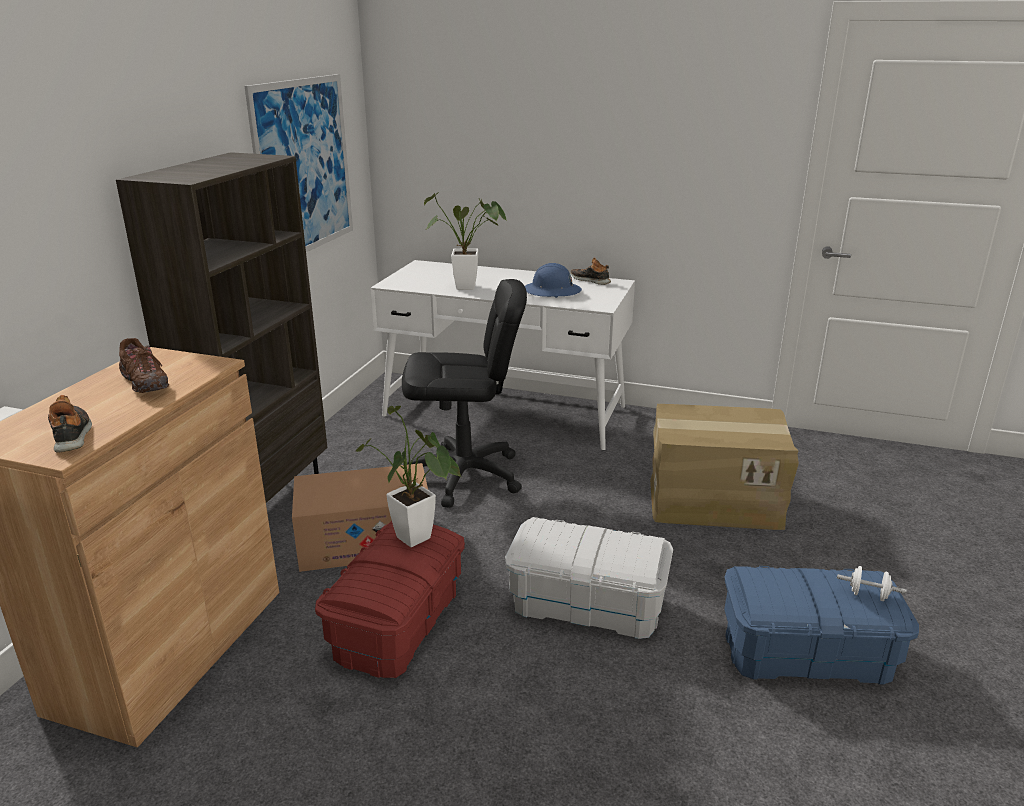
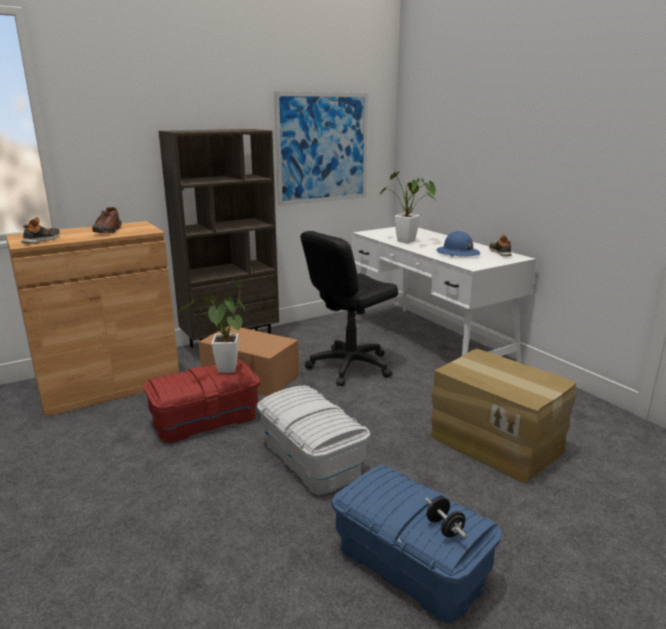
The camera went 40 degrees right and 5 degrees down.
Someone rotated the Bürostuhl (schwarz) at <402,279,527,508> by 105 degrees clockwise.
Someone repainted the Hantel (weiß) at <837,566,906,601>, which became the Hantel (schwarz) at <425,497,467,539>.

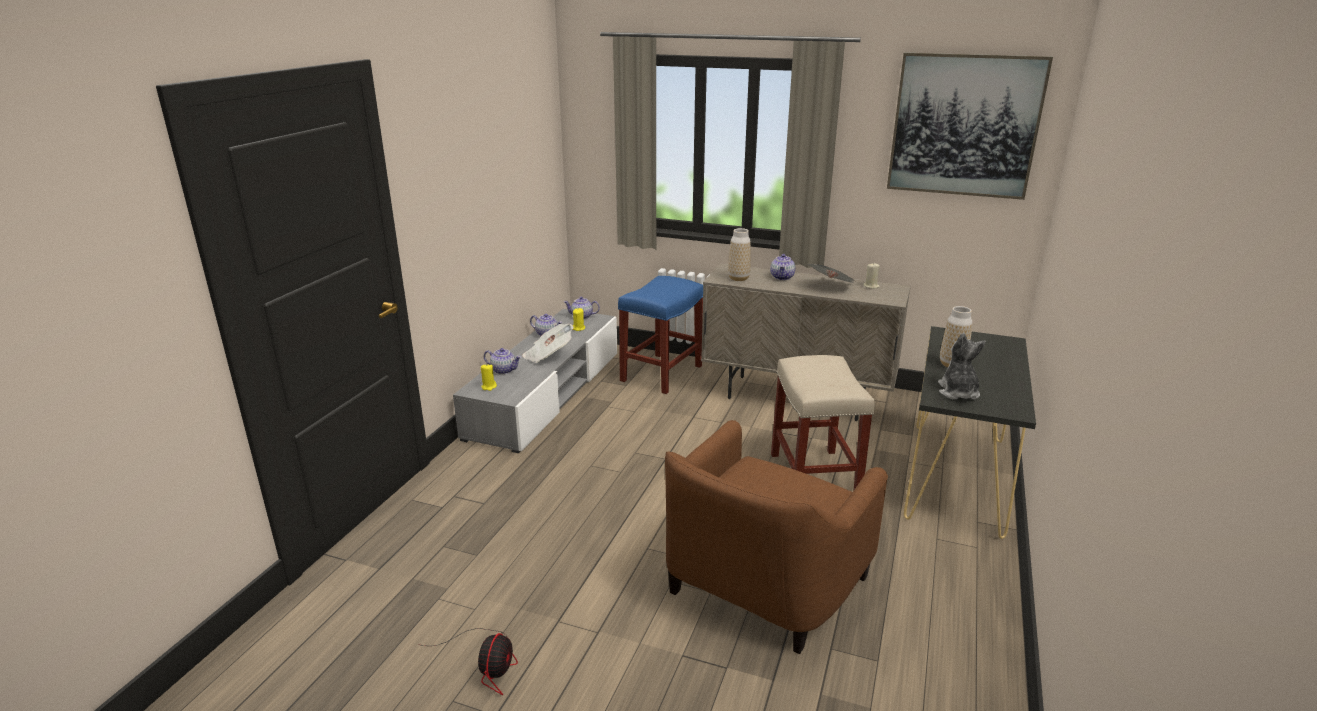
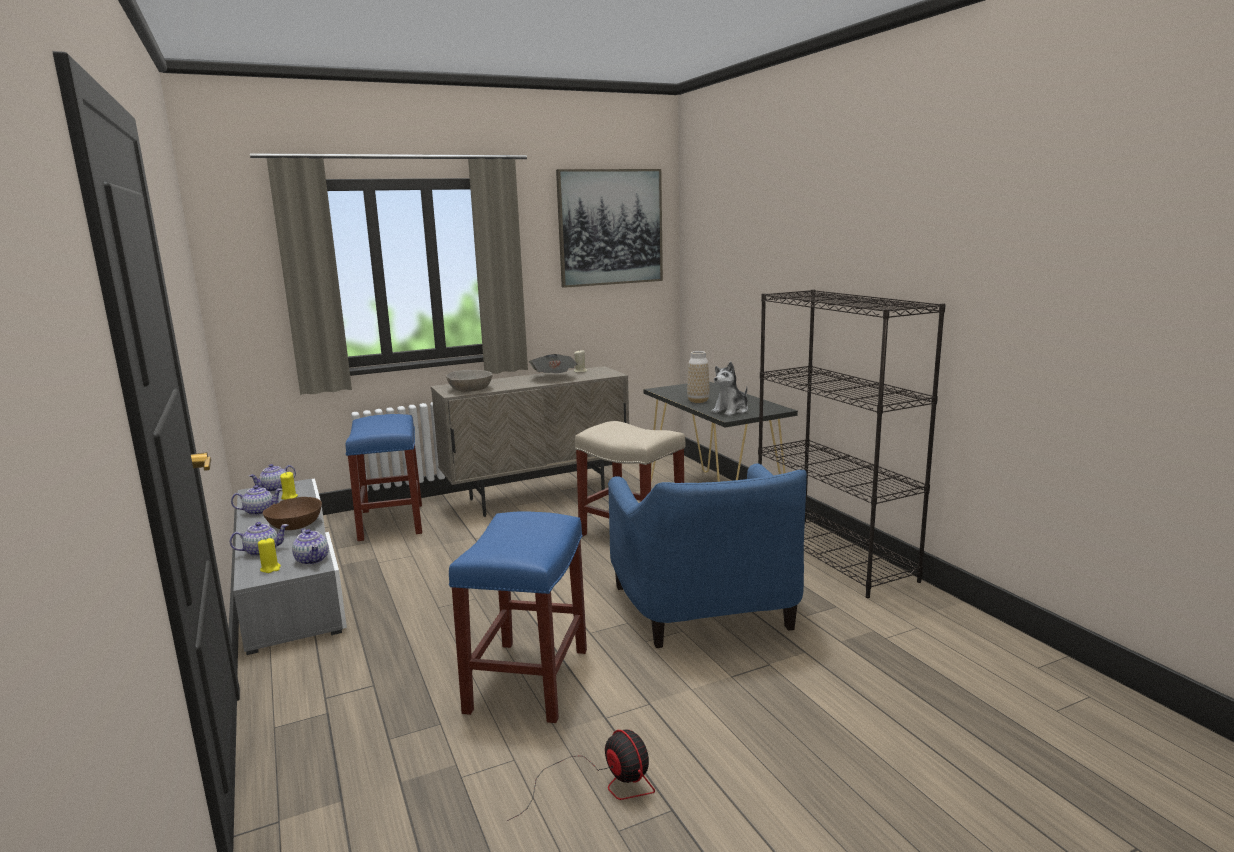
The camera went 45 degrees left and 10 degrees down.
Someone swapped the Zeitung at <522,324,574,363> for the Schüssel (braun) at <263,497,322,530>.
Someone repainted the Sessel (braun) at <665,420,888,654>, which became the Sessel (blau) at <608,463,807,648>.
Someone swapped the Vase at <728,228,751,281> for the Schüssel (grau) at <446,370,493,392>.
Someone carried the Teekanne from <770,254,795,280> to <292,529,329,565>.
Someone rotated the Plüschtier at <938,333,986,399> by 90 degrees counterclockwise.
Someone put down the Hocker (blau) at <449,511,587,723>.
Someone put down the Bücherregal (schwarz) at <758,289,946,598>.

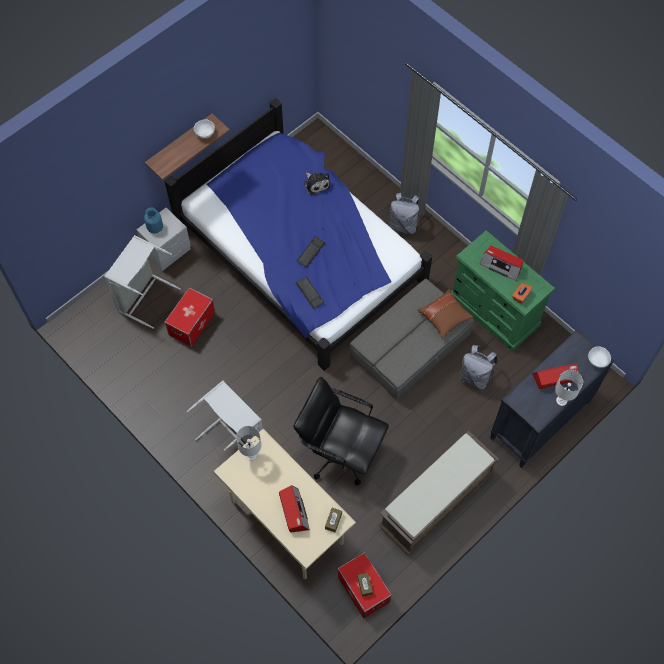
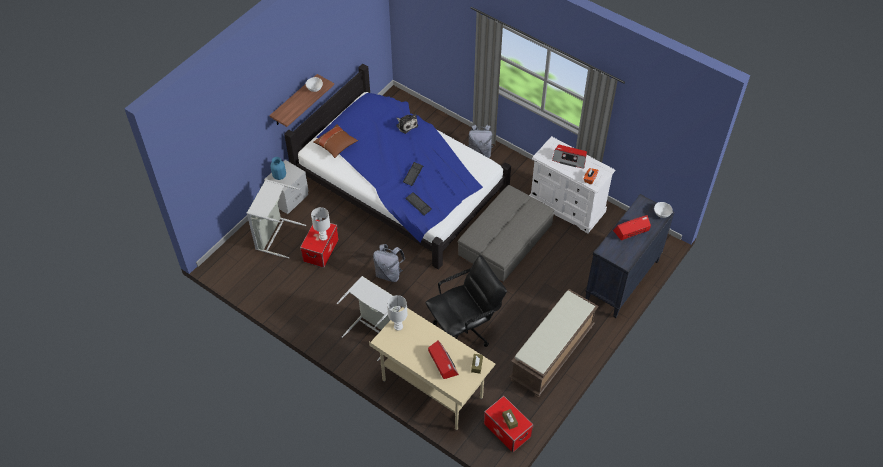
The camera went 10 degrees left and 10 degrees down.
Someone rotated the Bürostuhl (schwarz) at <293,377,389,486> by 135 degrees clockwise.
Someone carried the Kissen (braun) from <417,289,473,338> to <313,124,358,158>.
Someone repainted the Kommode (grün) at <451,230,555,352>, which became the Kommode (weiß) at <529,136,615,233>.
Someone carried the Rucksack (grau) from <460,345,498,389> to <373,244,405,282>.
Someone carried the Tischlampe (weiß) from <555,370,583,406> to <311,207,330,241>.

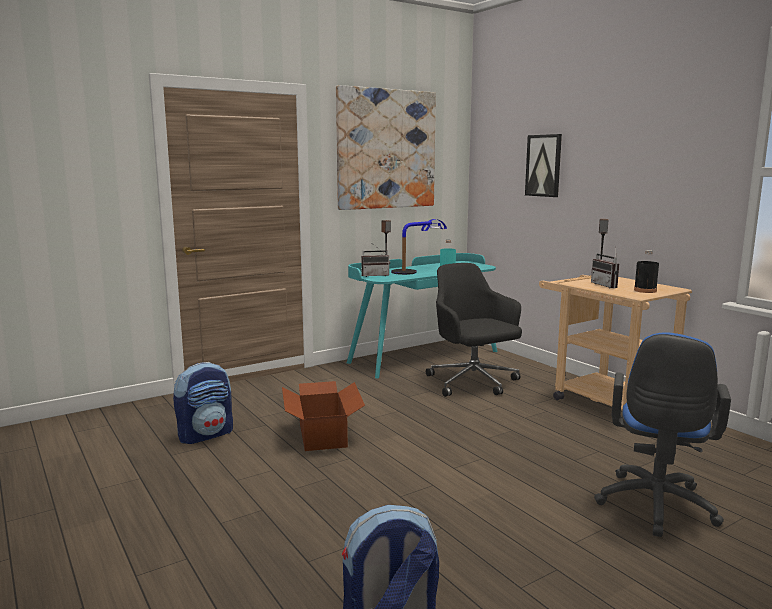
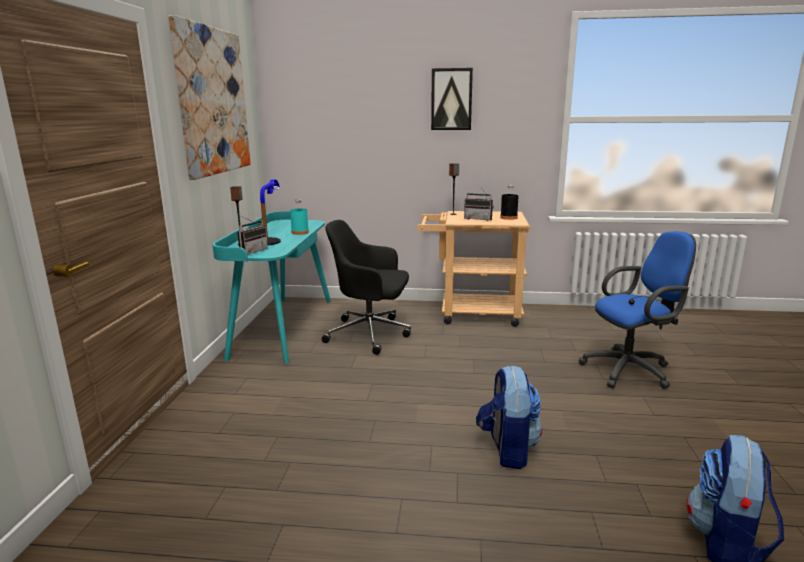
The camera went 50 degrees left and 5 degrees up.
Someone carried the Rucksack from <173,362,233,444> to <476,365,542,469>.
Someone took away the Karton at <282,381,365,451>.
Someone carried the Bild from <525,134,562,197> to <431,68,473,130>.
Someone rotated the Bürostuhl (blau) at <594,332,731,537> by 75 degrees counterclockwise.

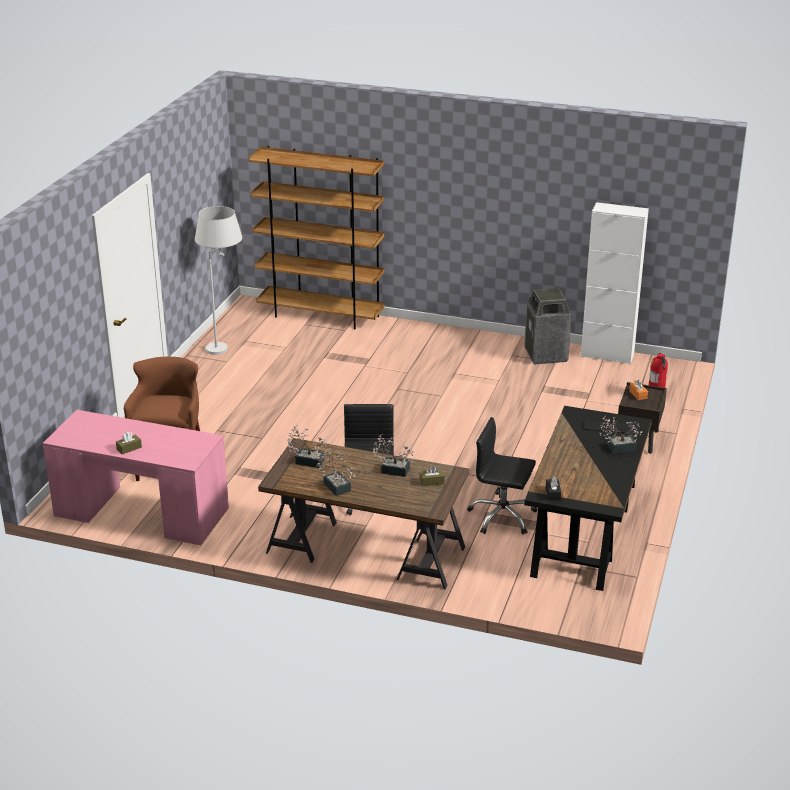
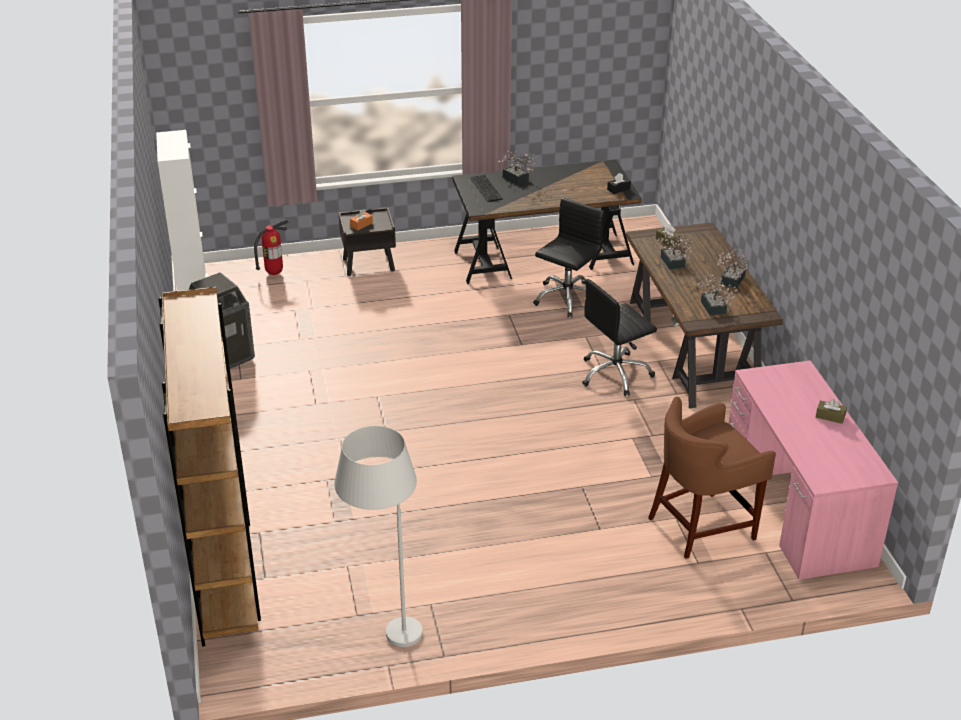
The camera went 120 degrees left and 5 degrees up.
Someone rotated the Bürostuhl (schwarz) at <467,417,537,535> by 135 degrees counterclockwise.

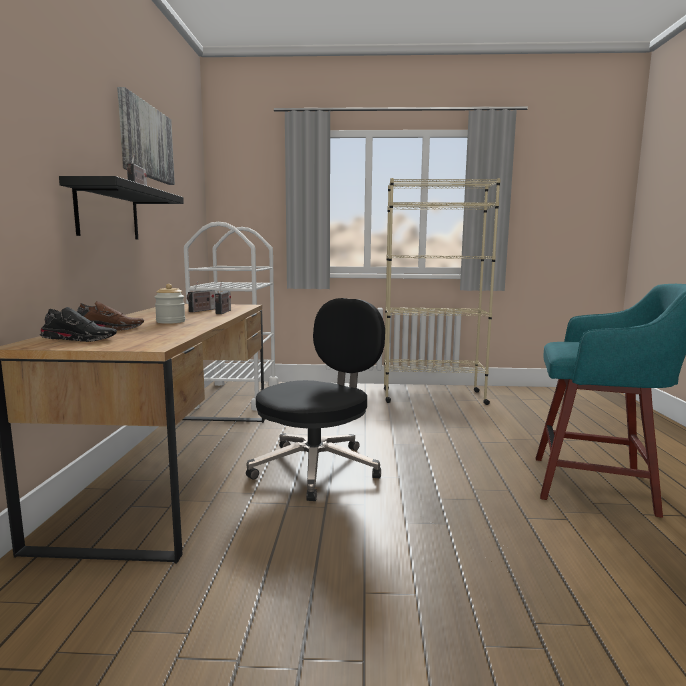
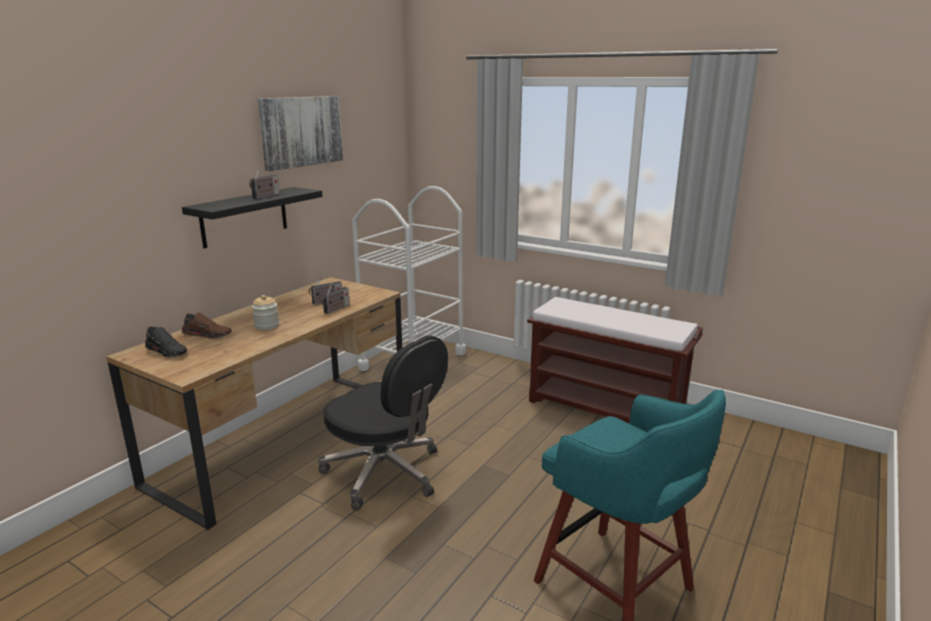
The camera went 30 degrees right and 10 degrees up.
Someone rotated the Bürostuhl (schwarz) at <246,298,385,501> by 60 degrees clockwise.
Someone swapped the Bücherregal (beige) at <384,178,500,405> for the Bank (braun) at <527,297,703,423>.

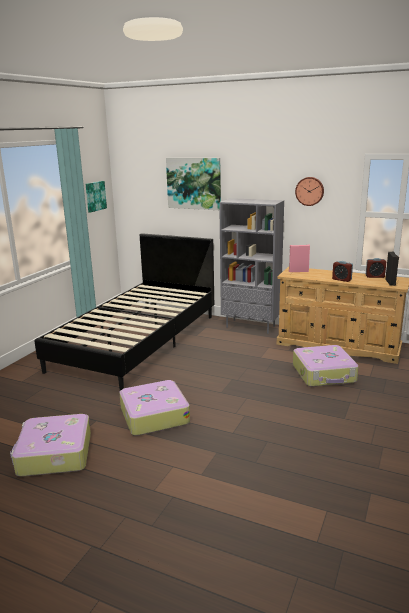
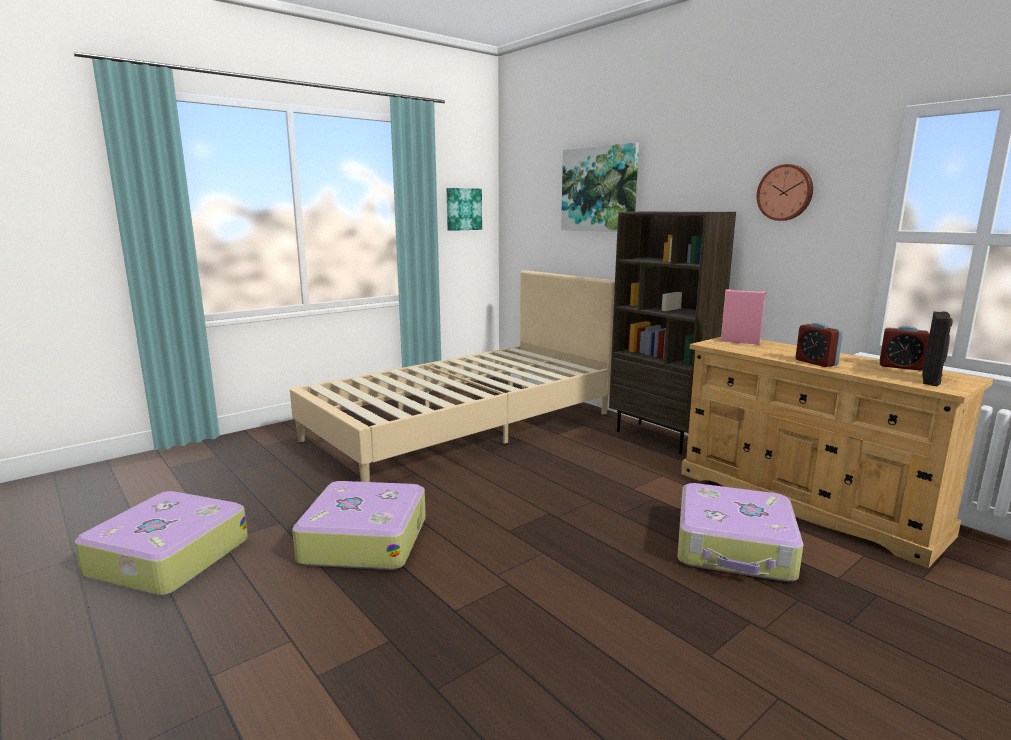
The camera went 25 degrees right and 5 degrees down.
Someone repainted the Bett (schwarz) at <34,233,214,391>, which became the Bett (beige) at <290,270,615,482>.
Someone repainted the Bücherregal (grau) at <219,198,284,334>, which became the Bücherregal (braun) at <609,211,736,454>.

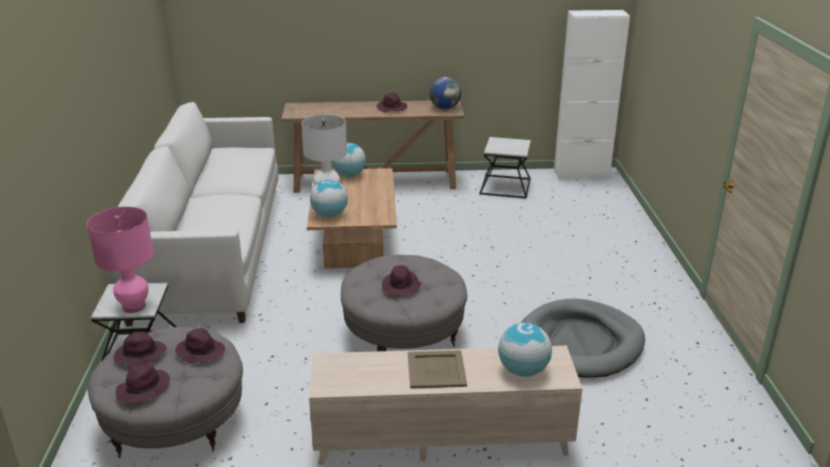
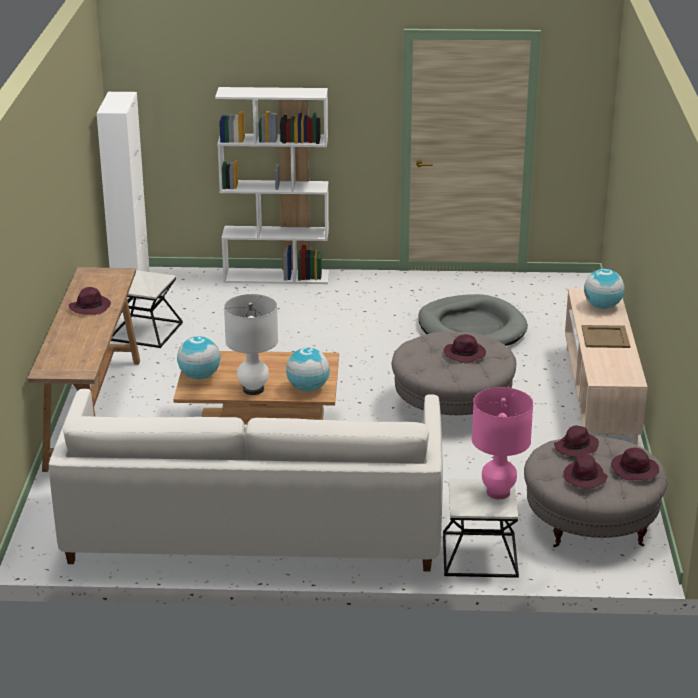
The camera went 85 degrees left and 0 degrees up.
Someone took away the Globus at <429,77,461,109>.
Someone put down the Bücherregal (weiß) at <215,87,329,284>.

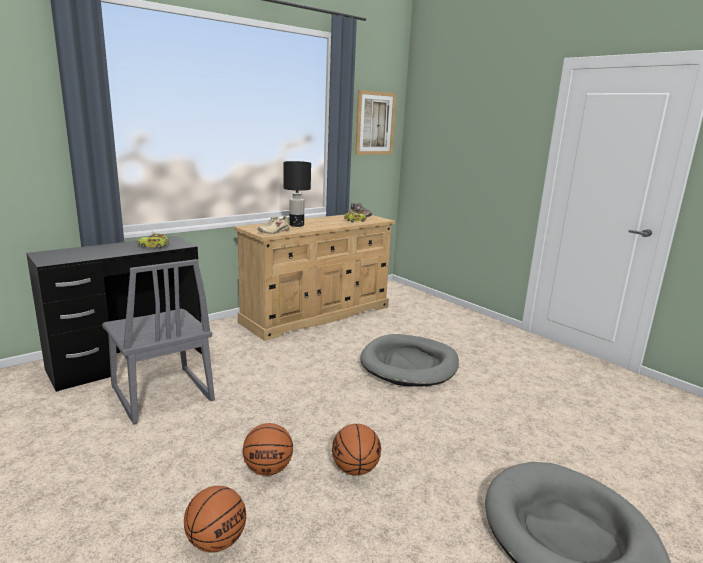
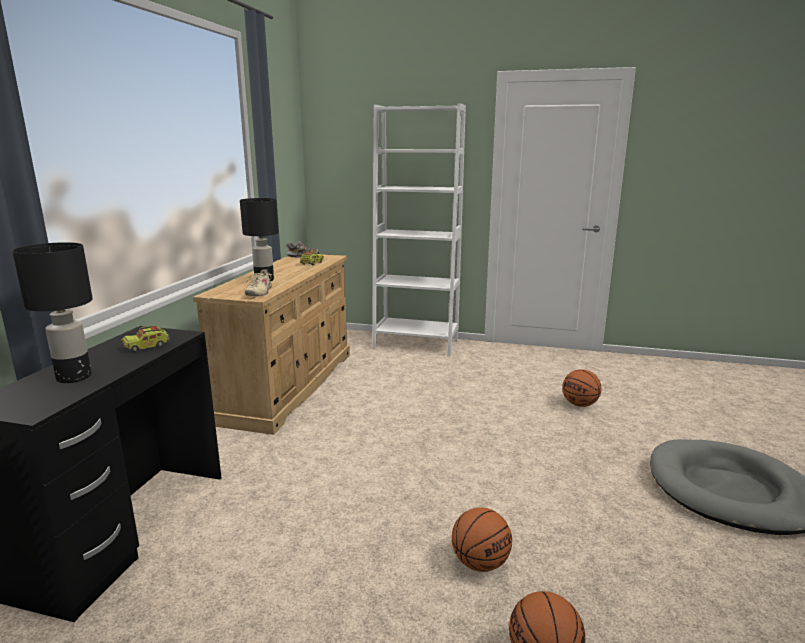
The camera went 35 degrees left and 0 degrees up.
Someone took away the Stuhl (grau) at <102,259,215,424>.
Someone carried the Basketball from <332,424,381,475> to <562,369,602,407>.
Someone took away the Bild at <355,90,396,155>.
Someone took away the Hundebett (grau) at <360,334,459,387>.
Someone put down the Tischlampe (schwarz) at <12,242,93,383>.
Someone put down the Bücherregal (weiß) at <372,103,466,356>.

